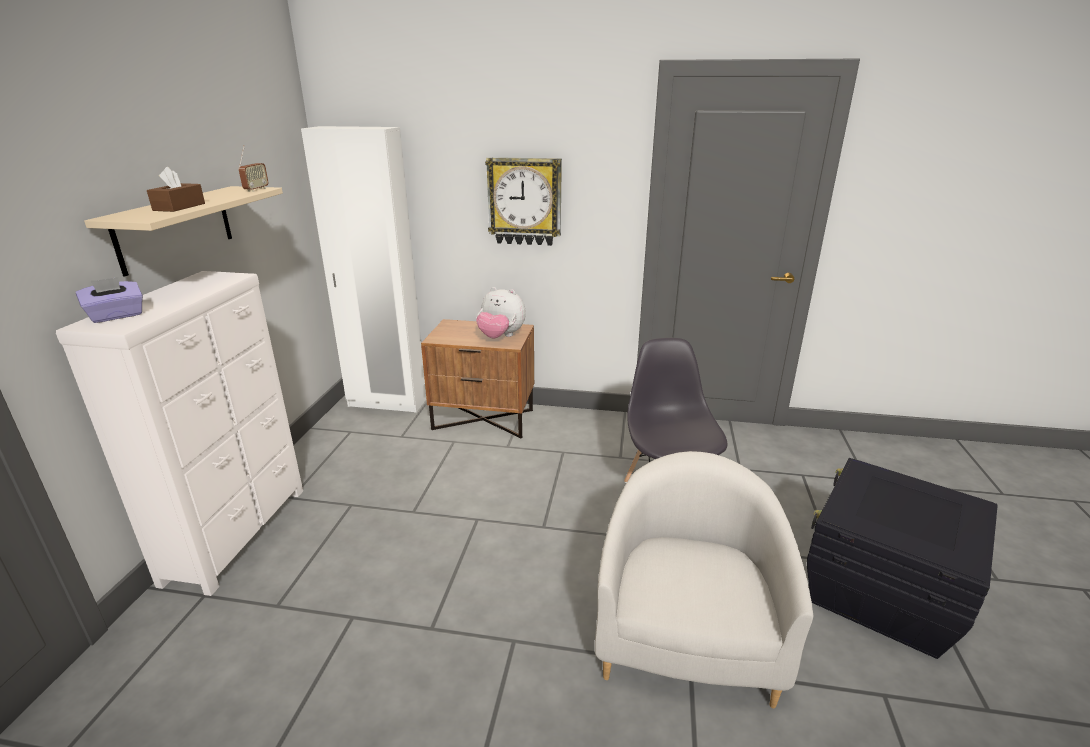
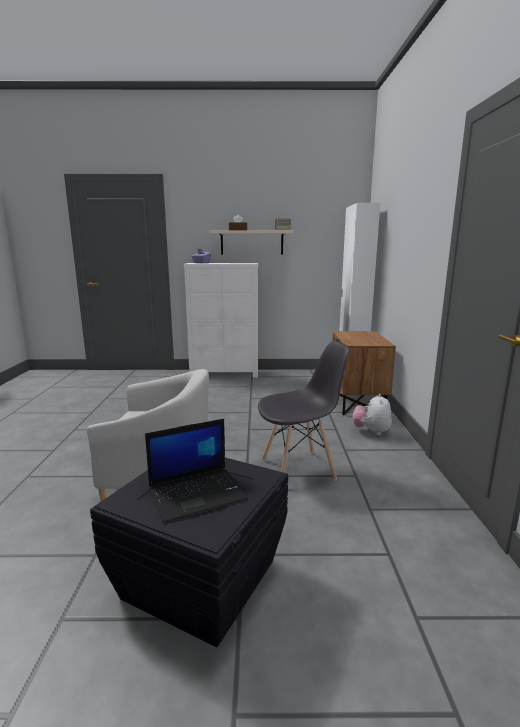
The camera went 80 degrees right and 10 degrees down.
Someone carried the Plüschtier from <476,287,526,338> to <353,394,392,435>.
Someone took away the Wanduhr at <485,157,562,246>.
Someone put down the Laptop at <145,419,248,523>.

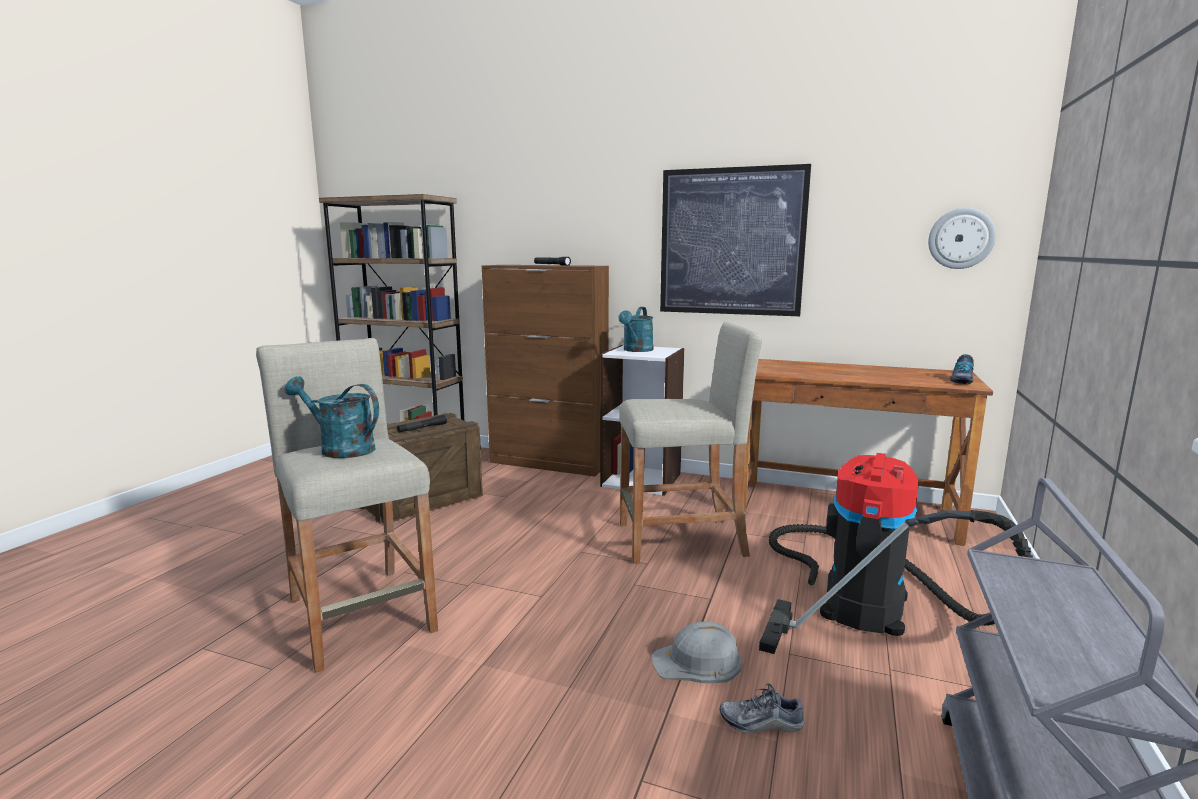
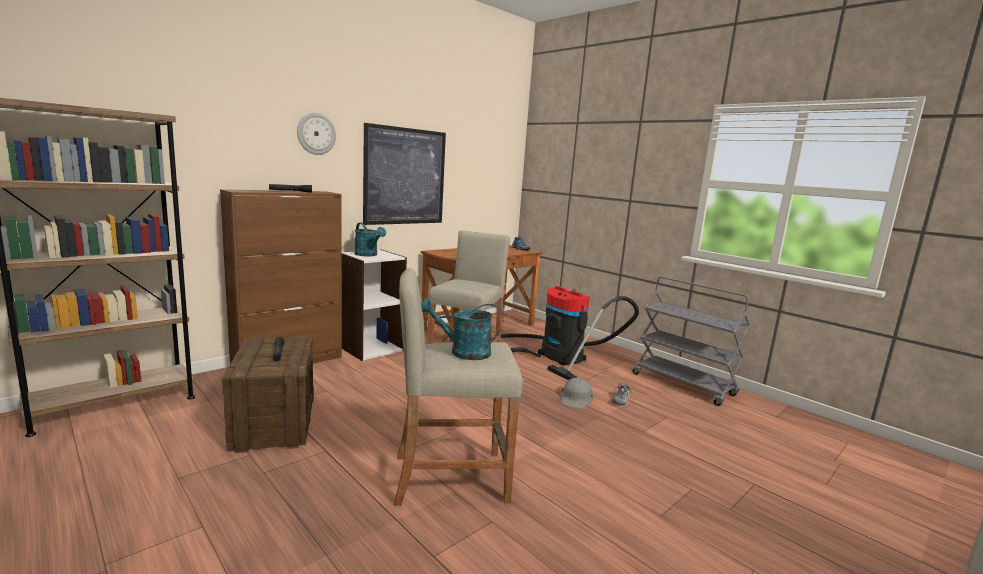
The camera went 65 degrees left and 0 degrees up.
Someone rotated the Gießkanne (türkis) at <285,376,379,458> by 45 degrees clockwise.
Someone carried the Wanduhr from <928,208,996,269> to <297,113,336,155>.

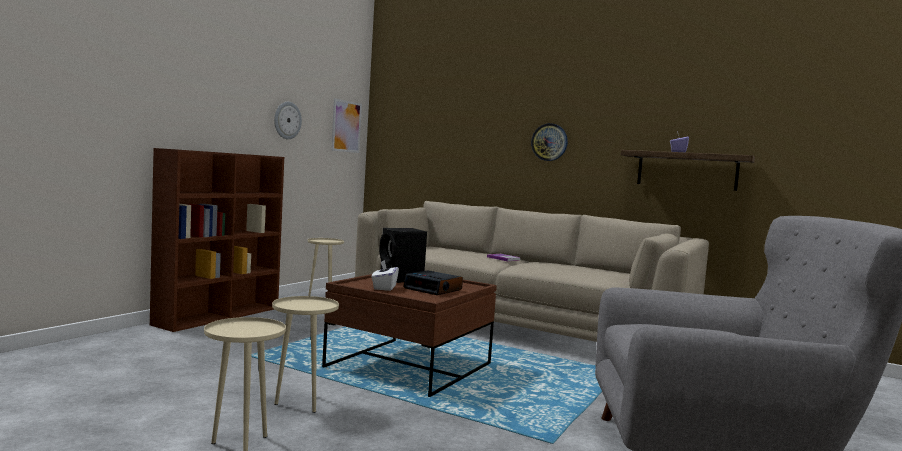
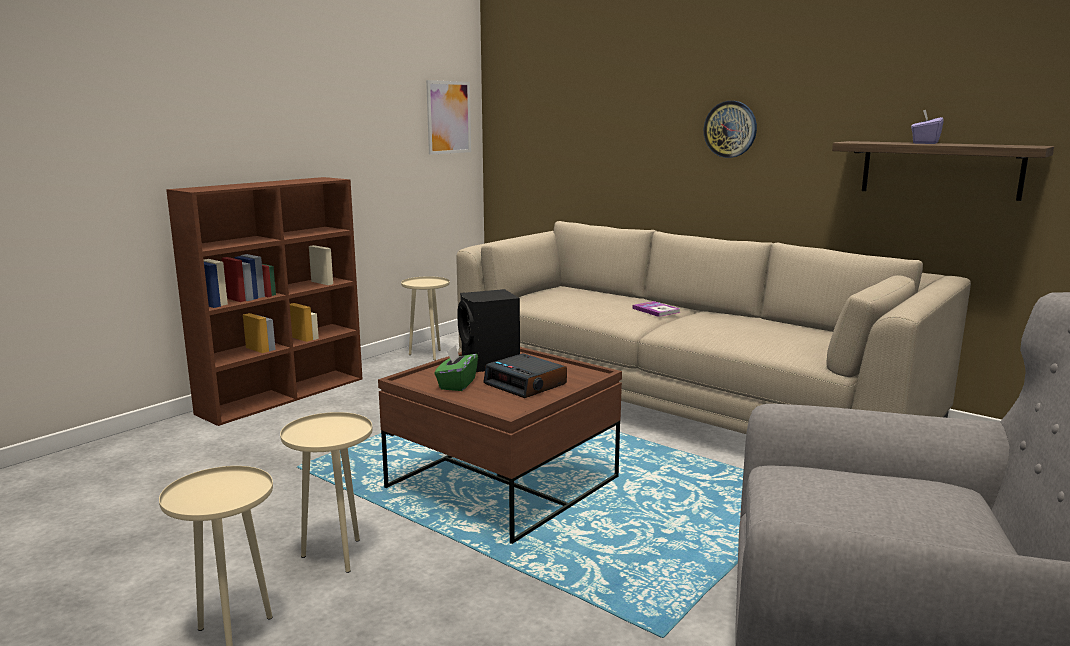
The camera went 10 degrees right and 10 degrees up.
Someone took away the Wanduhr at <274,102,302,140>.
Someone repainted the Taschentuchbox (weiß) at <372,260,399,291>, which became the Taschentuchbox (grün) at <434,345,478,391>.

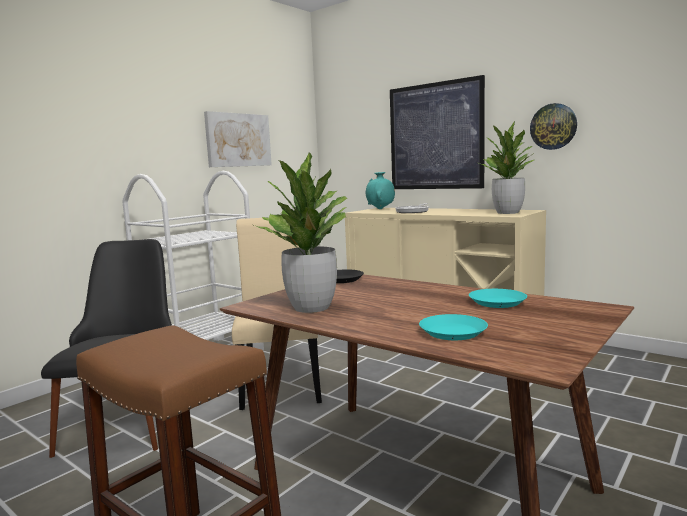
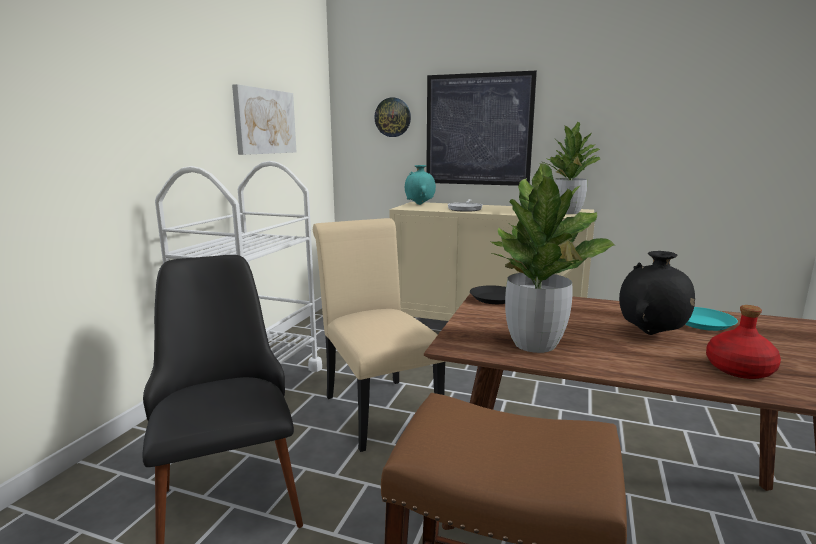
The camera went 20 degrees left and 5 degrees up.
Someone swapped the Teller (türkis) at <419,314,488,340> for the Flasche (rot) at <706,305,781,379>.
Someone carried the Wanduhr from <530,103,577,150> to <374,97,411,137>.
Someone put down the Vase (schwarz) at <619,251,695,335>.

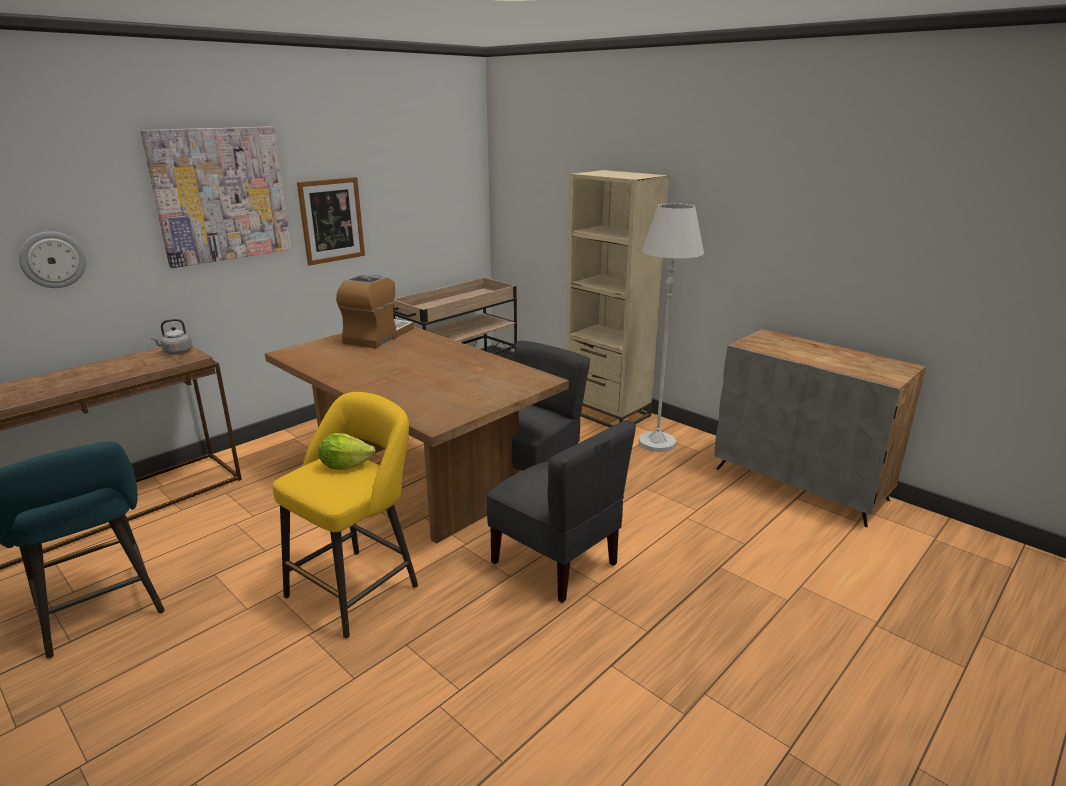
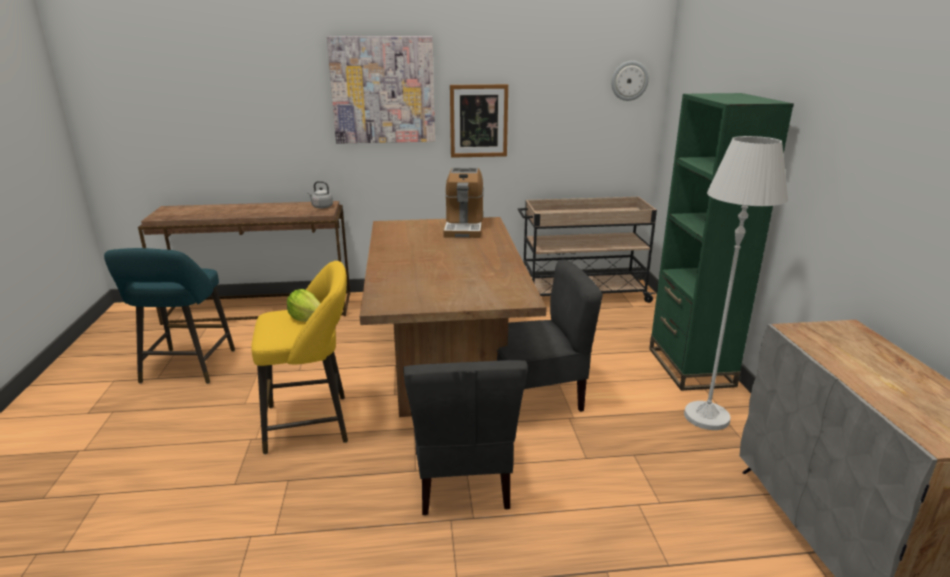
The camera went 40 degrees right and 0 degrees up.
Someone carried the Wanduhr from <19,231,86,288> to <611,61,649,101>.
Someone rotated the Kaffeemaschine at <336,274,414,348> by 120 degrees clockwise.
Someone repainted the Bücherregal (beige) at <566,170,669,427>, which became the Bücherregal (grün) at <649,93,794,391>.

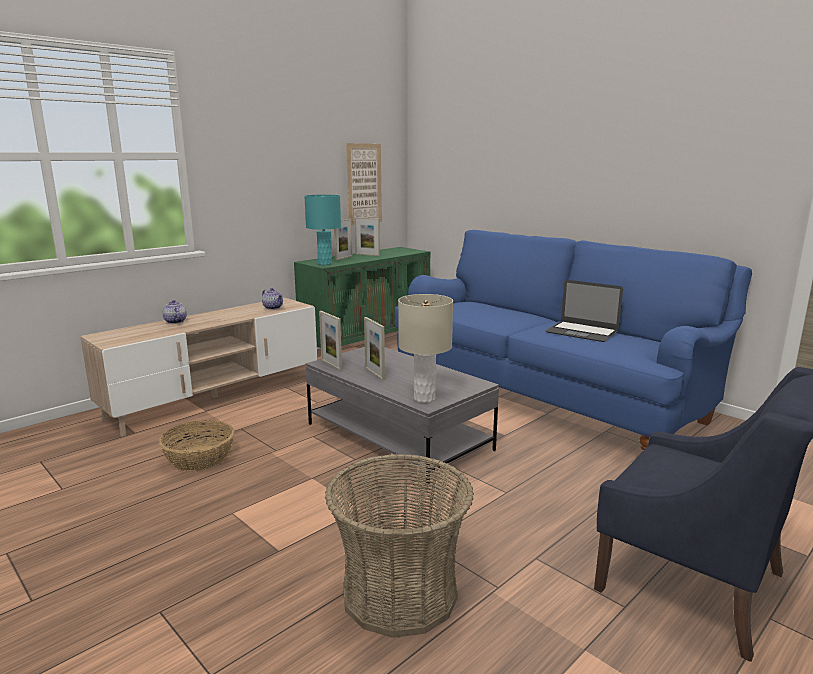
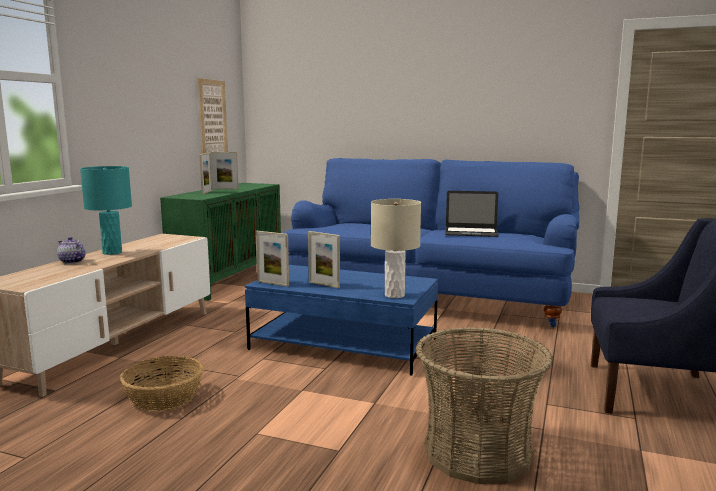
The camera went 25 degrees left and 5 degrees down.
Someone took away the Teekanne at <262,288,283,310>.
Someone carried the Tischlampe (türkis) from <304,194,341,265> to <80,166,132,255>.
Someone repainted the Couchtisch (grau) at <305,347,499,487>, which became the Couchtisch (blau) at <245,265,438,376>.

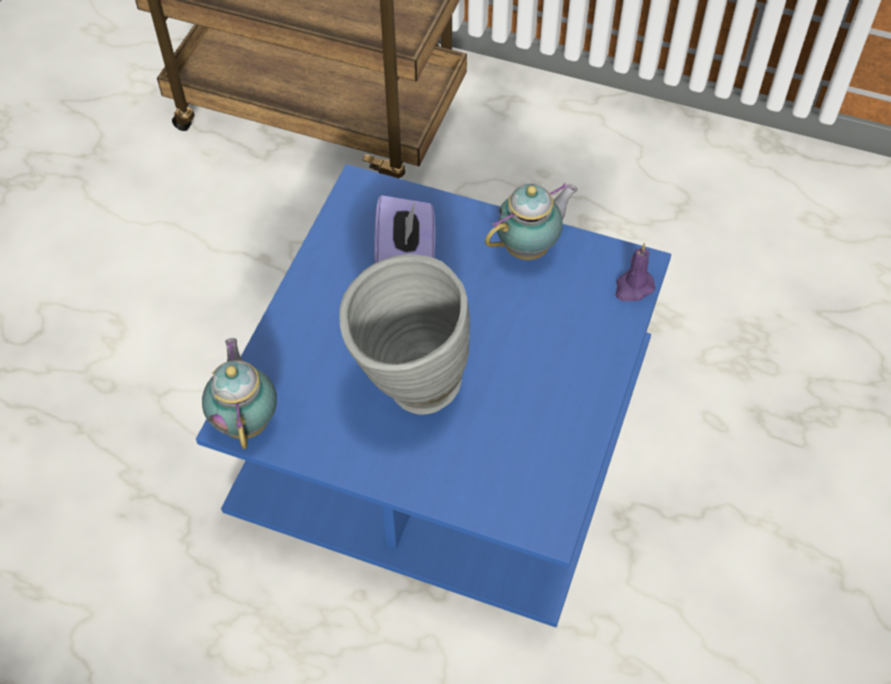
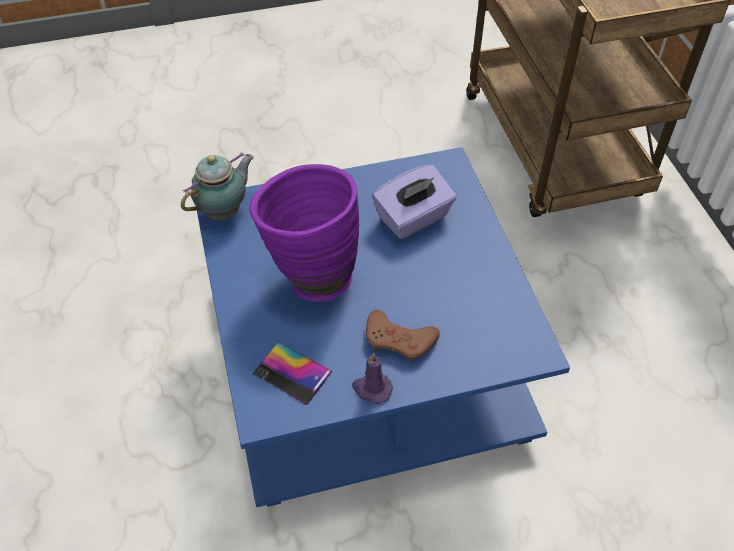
The camera went 55 degrees right and 5 degrees down.
Someone repainted the Vase (grau) at <339,254,470,415>, which became the Vase (lila) at <249,164,359,302>.
Someone took away the Teekanne at <485,183,578,260>.
Someone carried the Kerze (lila) from <616,243,655,301> to <352,353,393,404>.
Someone put down the Handy at <253,342,332,405>.
Someone put down the Gamepad (braun) at <366,310,440,363>.

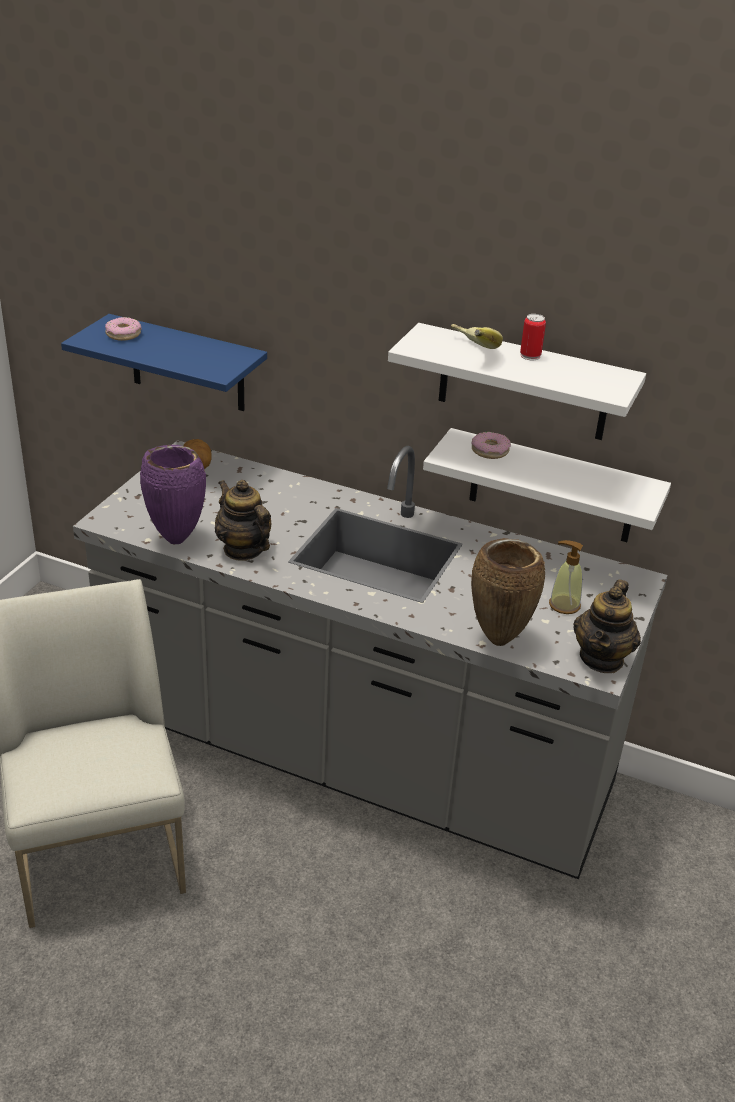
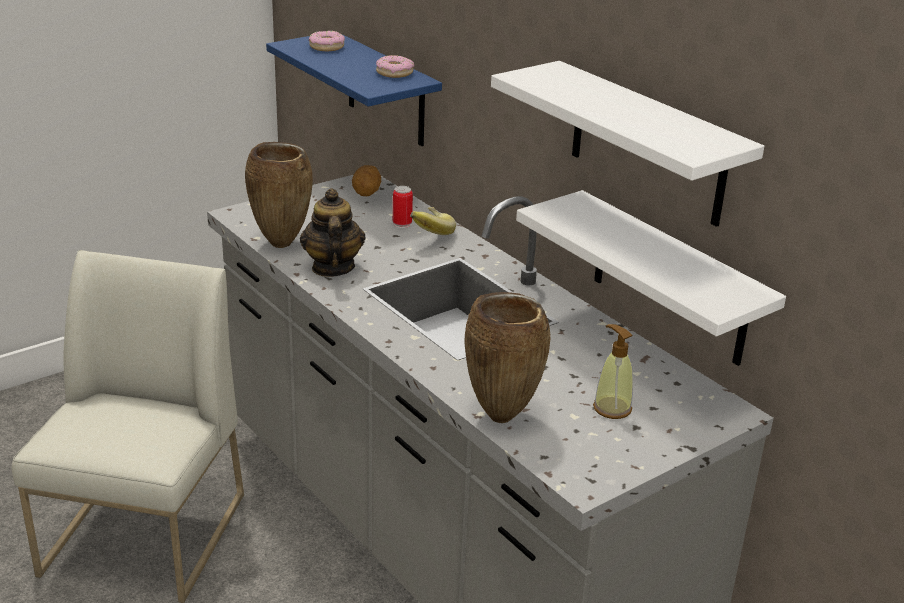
The camera went 30 degrees right and 5 degrees down.
Someone repainted the Vase (lila) at <140,445,206,544>, which became the Vase (braun) at <245,142,313,248>.
Someone carried the Banane from <451,324,503,349> to <410,207,456,235>.
Someone carried the Donut from <472,432,511,459> to <376,55,414,78>.
Someone carried the Dose from <520,314,546,360> to <393,186,413,228>.
Someone took away the Teekanne at <573,579,641,673>.

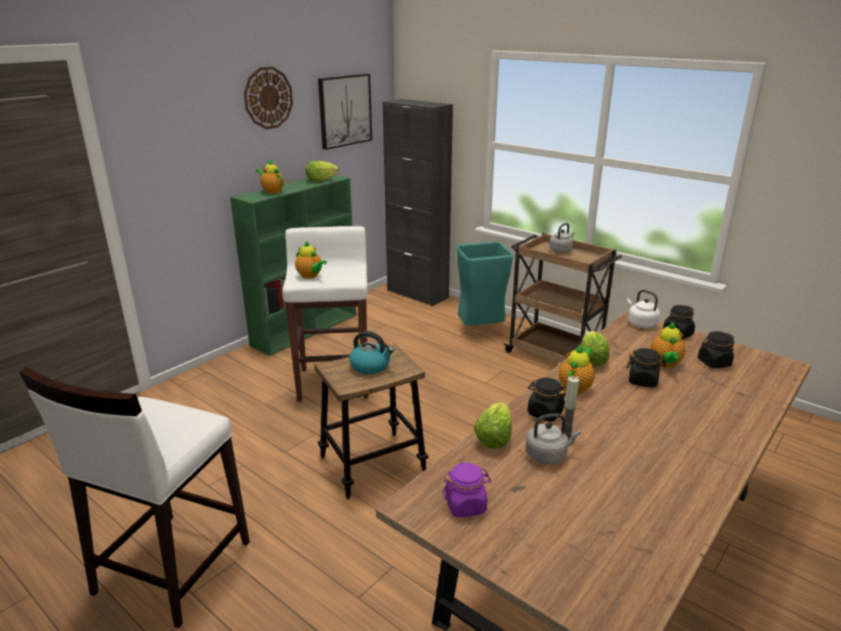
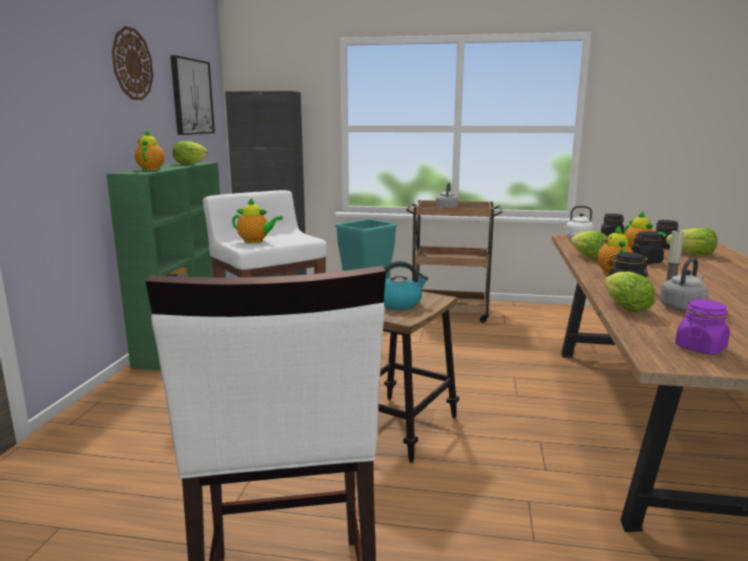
The camera went 30 degrees left and 10 degrees down.
Someone rotated the Teekanne at <256,160,284,194> by 75 degrees clockwise.
Someone put down the Salatkopf at <666,228,717,255>.

